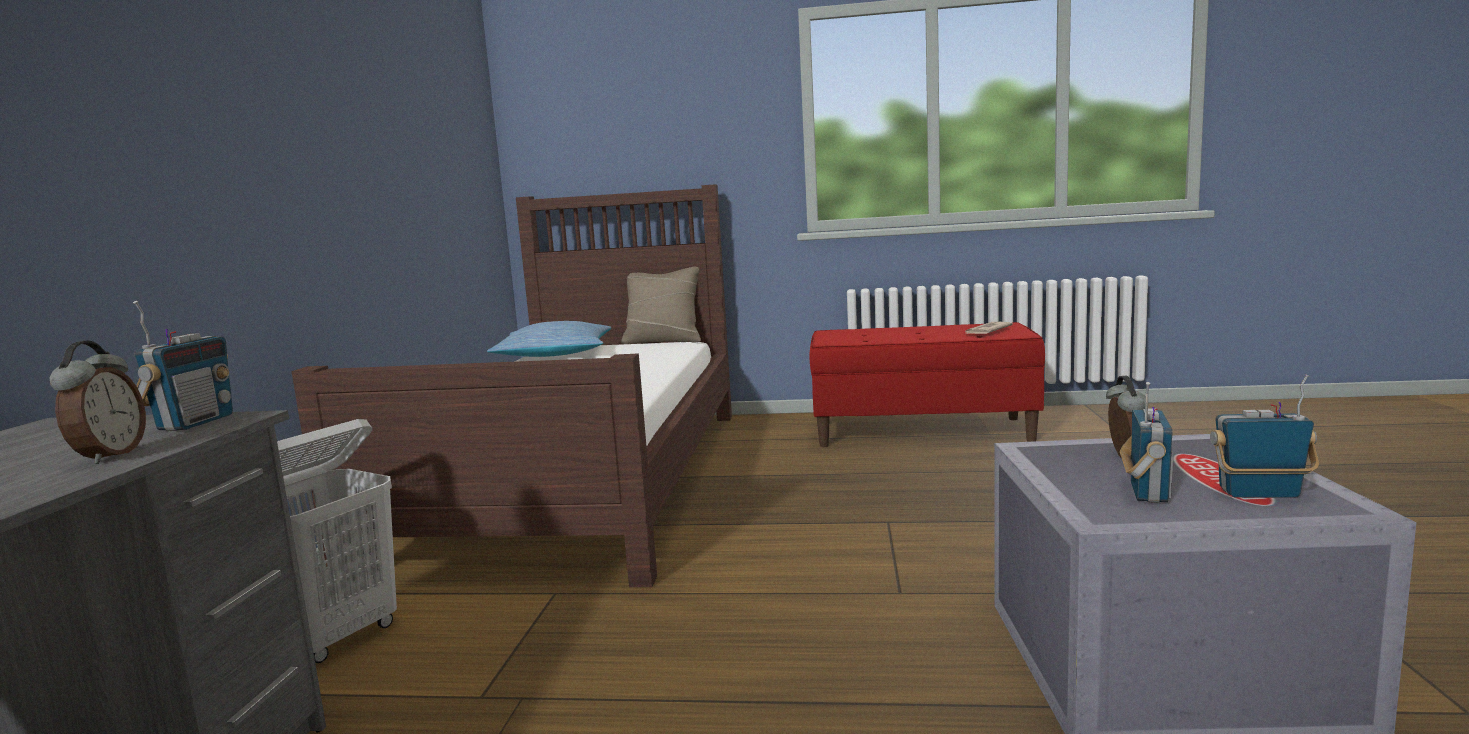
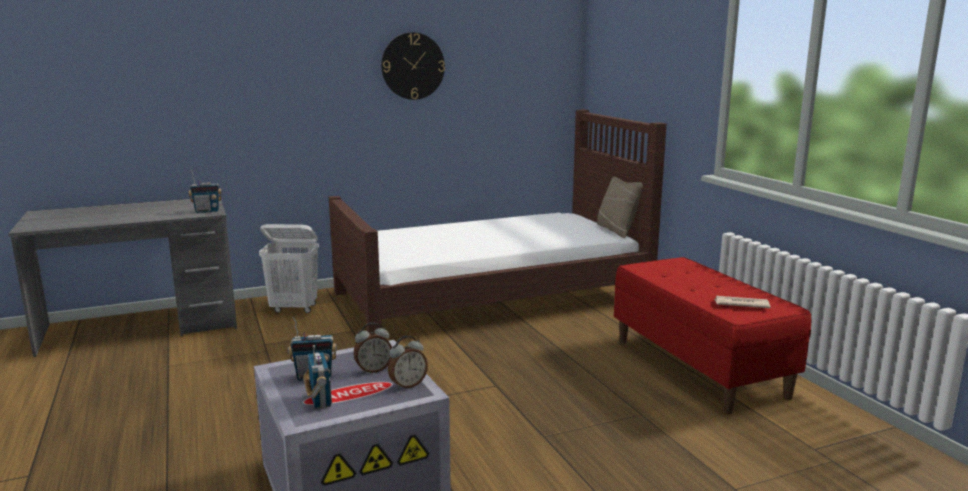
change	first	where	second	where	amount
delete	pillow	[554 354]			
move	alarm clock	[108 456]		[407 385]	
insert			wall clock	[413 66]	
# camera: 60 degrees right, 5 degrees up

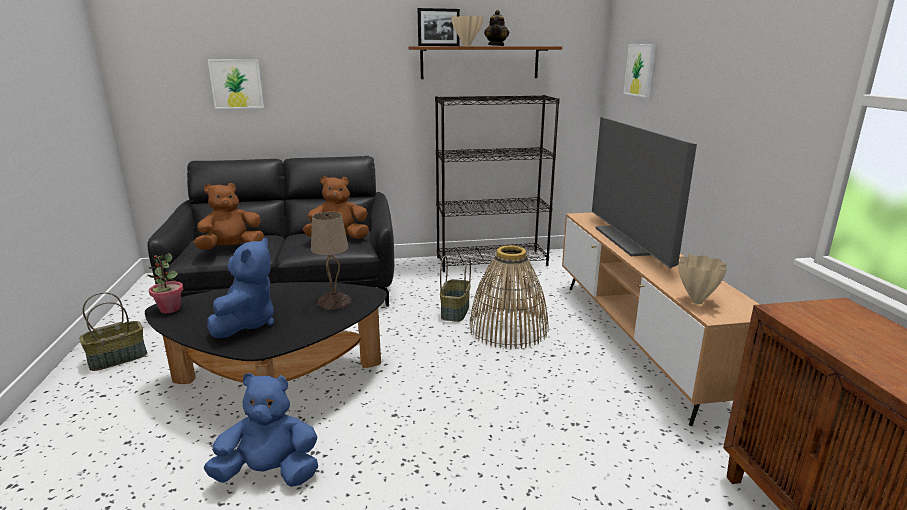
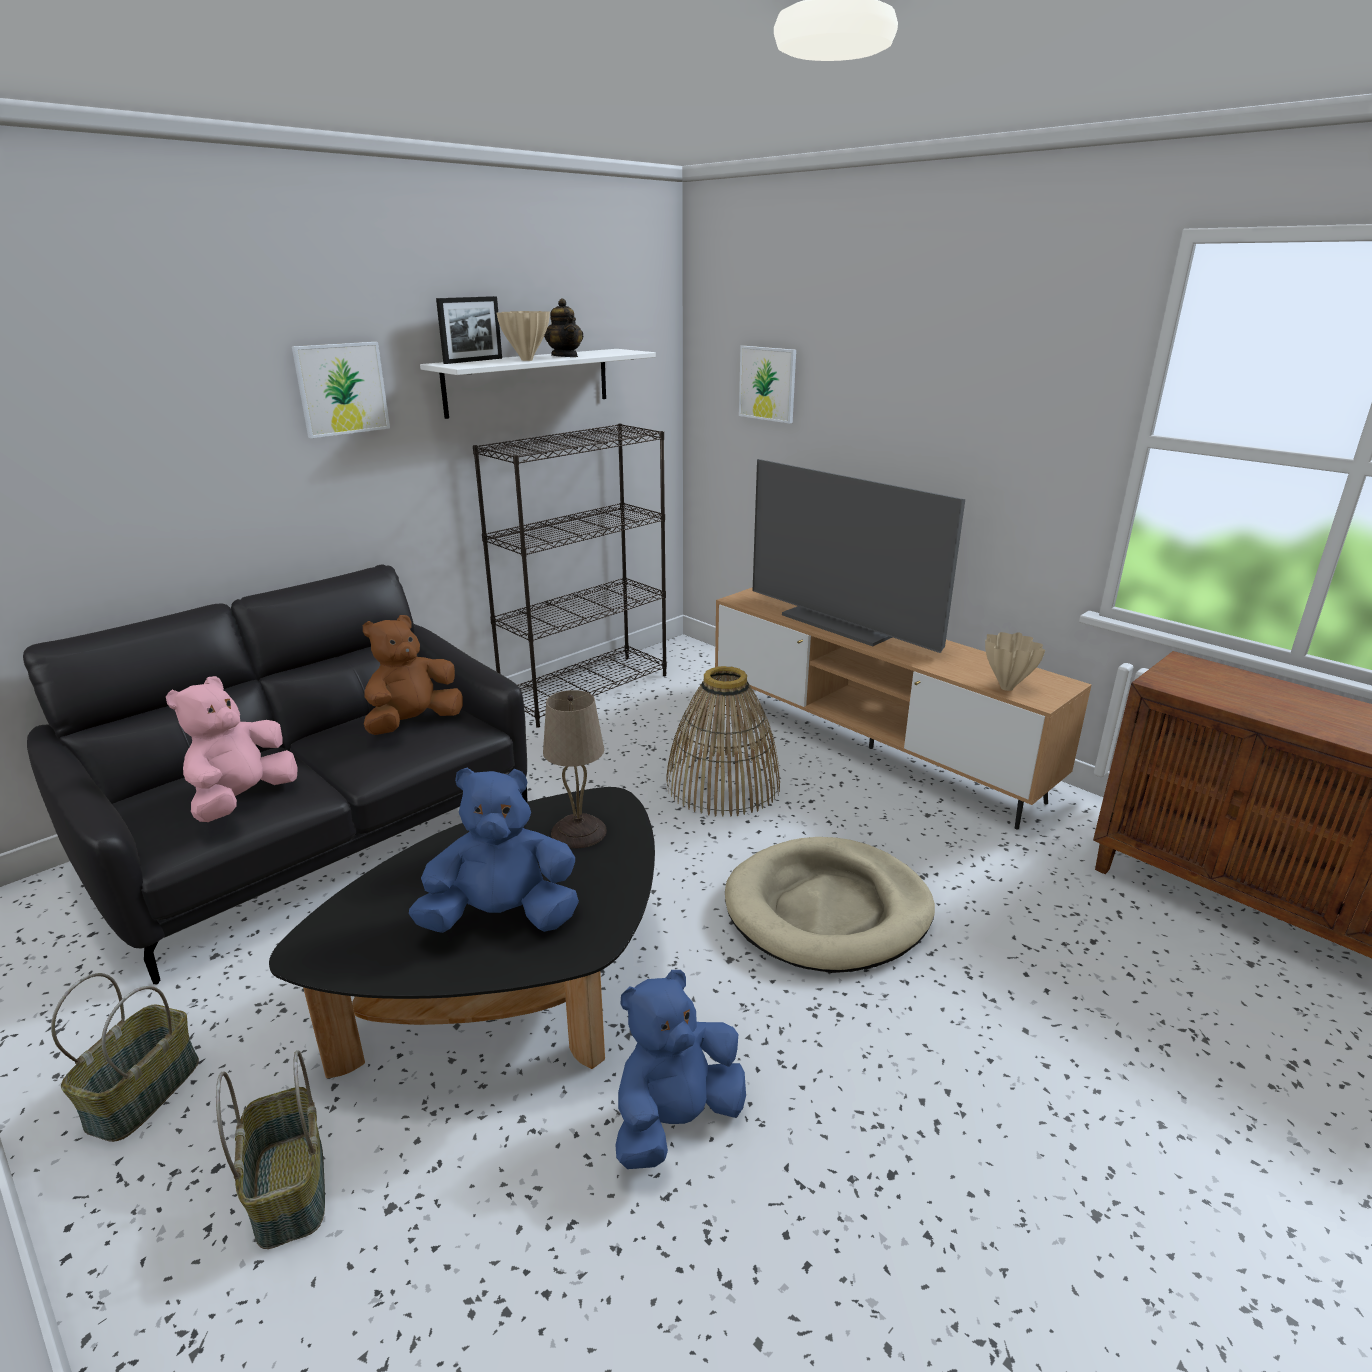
change	first	where	second	where	amount
recolor	shelf (brown)	[480 62]	shelf (white)	[528 382]	
move	picture	[236 84]		[342 389]	
recolor	plush toy (brown)	[231 248]	plush toy (pink)	[243 800]	
rotate	plush toy (blue)	[247 323]		[502 917]	75 degrees counterclockwise
delete	potted plant	[170 309]			
move	basket	[456 312]		[292 1189]	
insert			dog bed (beige)	[828 910]	
# camera: 35 degrees left, 5 degrees up

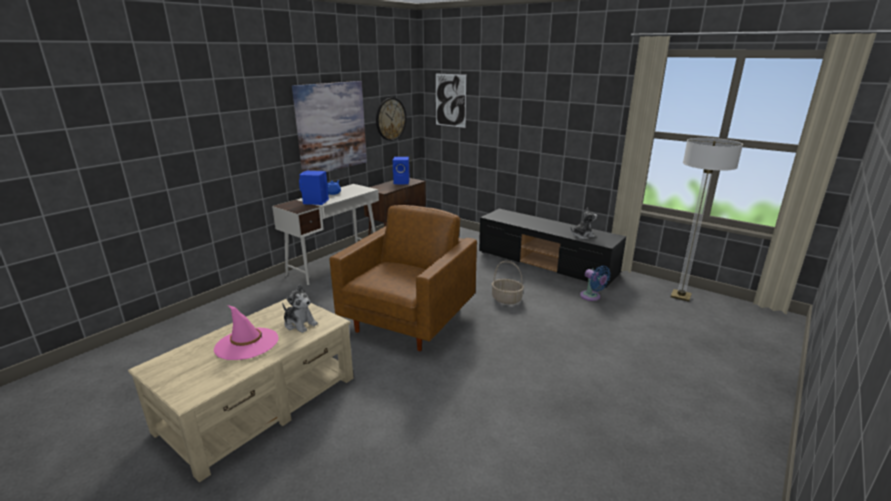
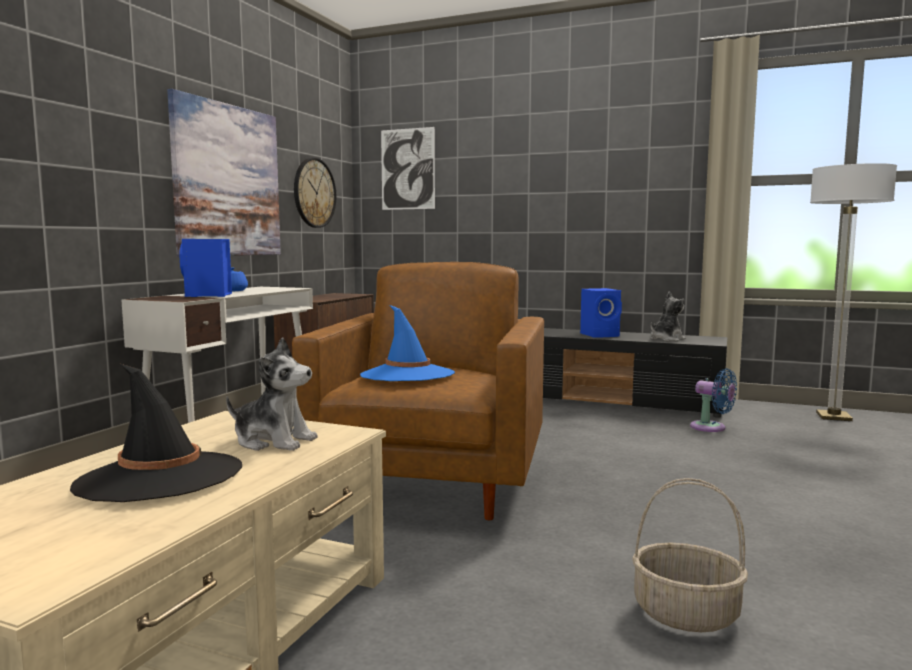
change	first	where	second	where	amount
move	speaker (blue)	[402 182]		[601 335]	
move	basket	[507 299]		[687 613]	
recolor	hat (pink)	[247 344]	hat (black)	[160 477]	
insert			hat (blue)	[407 375]	
# camera: 15 degrees left, 15 degrees down

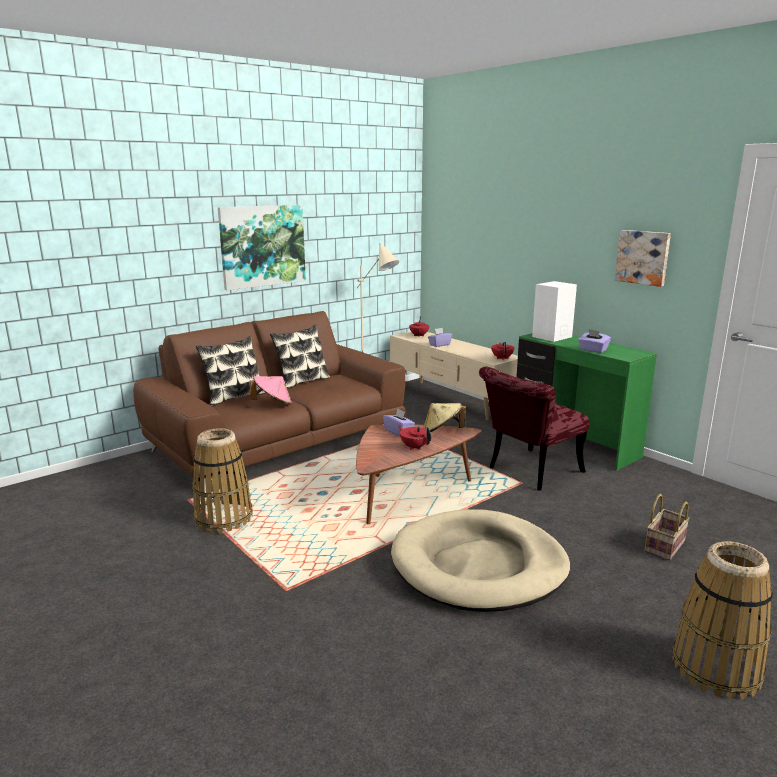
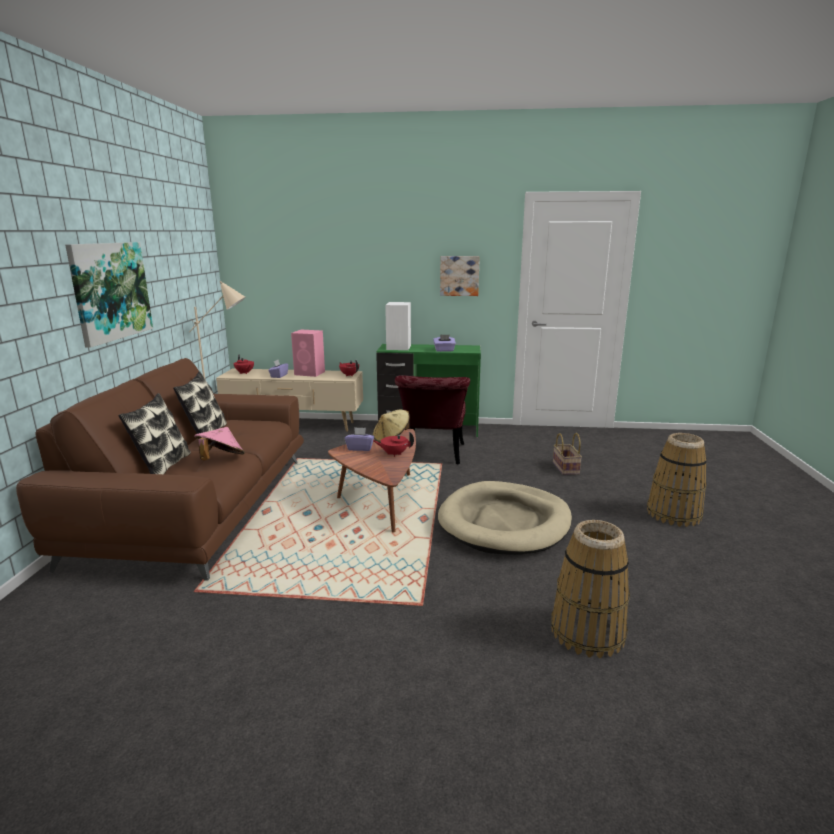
change	first	where	second	where	amount
move	basket	[224 518]		[587 631]	
insert			speaker (pink)	[310 373]	
# camera: 45 degrees left, 0 degrees up

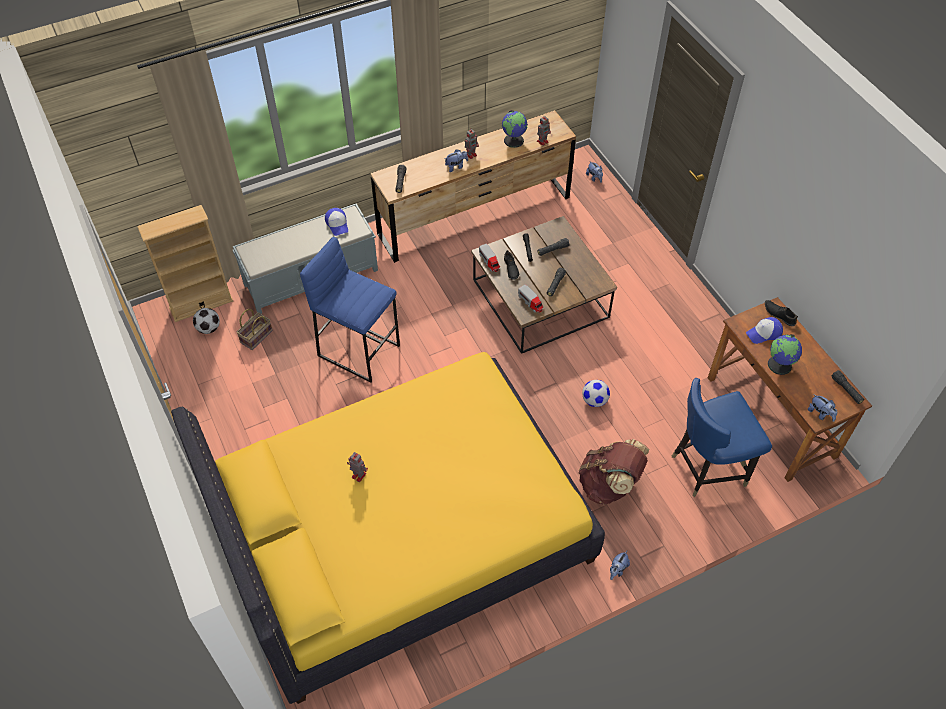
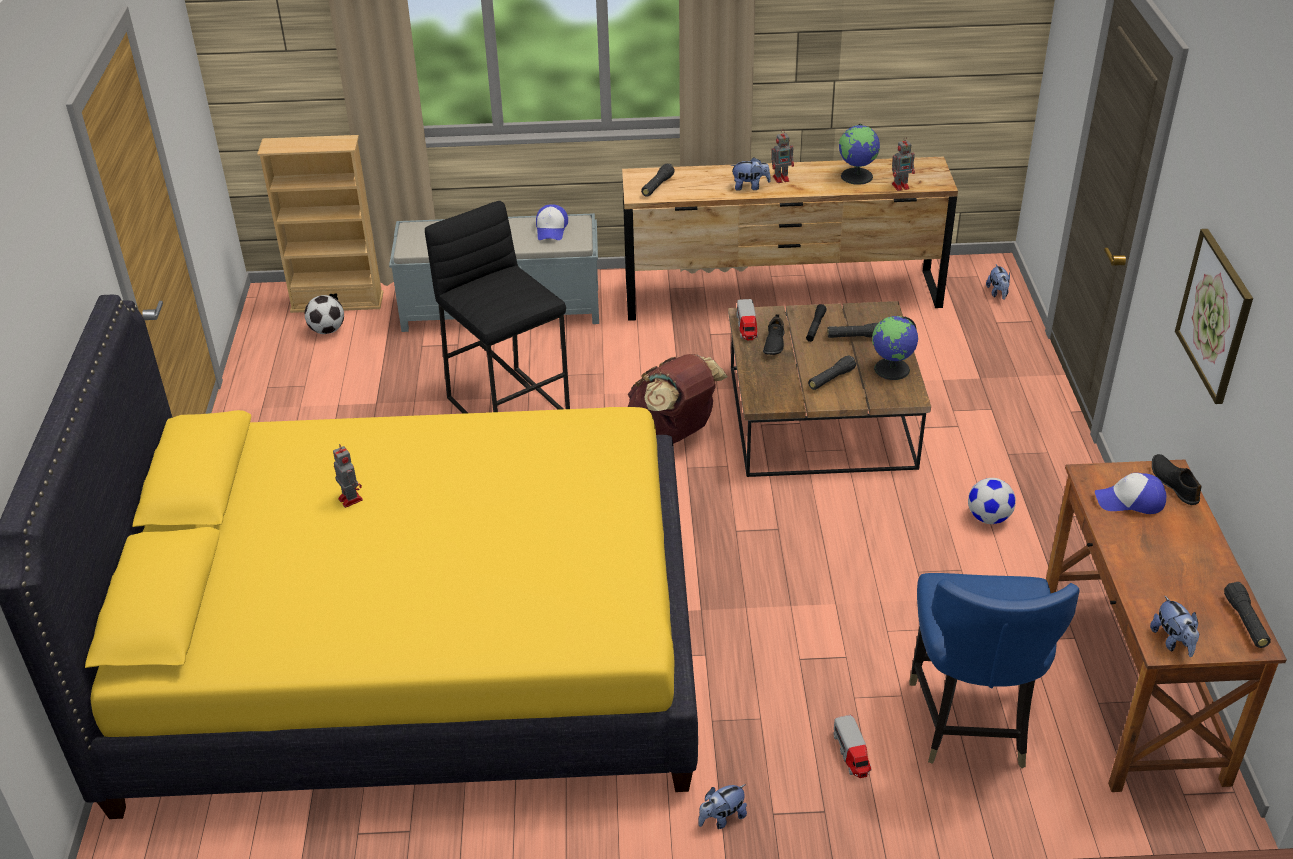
change	first	where	second	where	amount
recolor	stool (blue)	[359 350]	stool (black)	[509 407]	
move	toy truck	[531 302]		[852 754]	
delete	basket	[256 337]			
move	globe	[780 365]		[892 369]	
rotate	chair (blue)	[707 467]		[970 722]	90 degrees counterclockwise
move	football	[594 400]		[988 518]	
move	backpack (brown)	[609 485]		[672 434]	
insert			picture	[1215 315]	
# camera: 25 degrees right, 15 degrees down

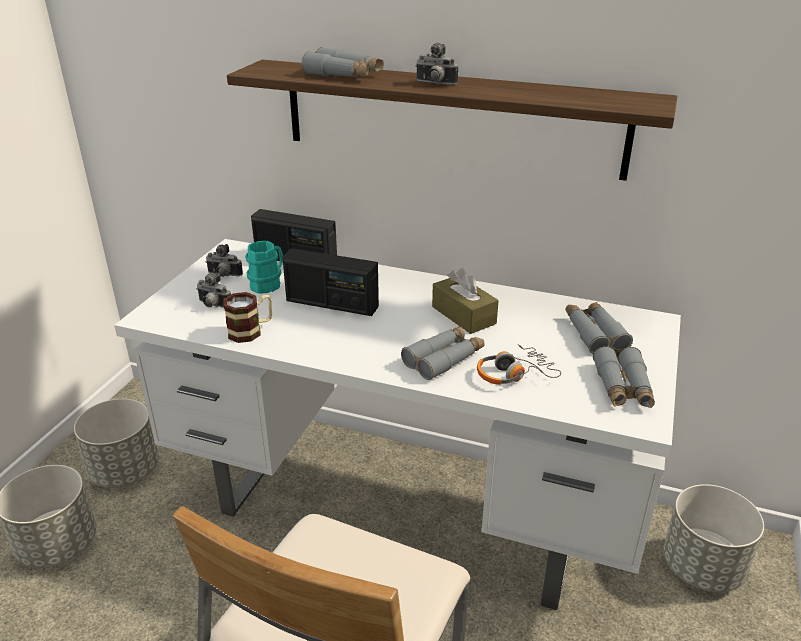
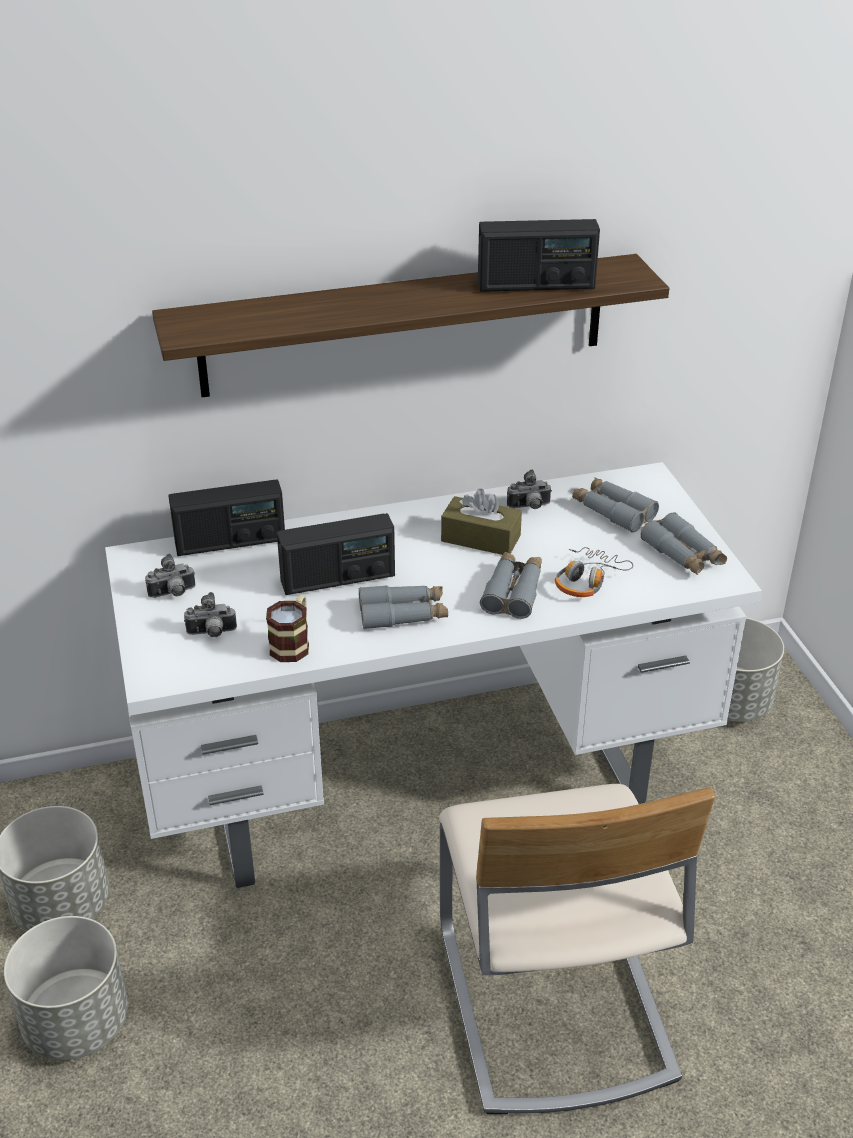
change	first	where	second	where	amount
move	photo camera	[435 84]		[529 507]	
move	binoculars (grey)	[344 75]		[403 614]	
delete	mug (turquoise)	[268 283]			
insert			radio	[536 285]	
# camera: 35 degrees left, 5 degrees up

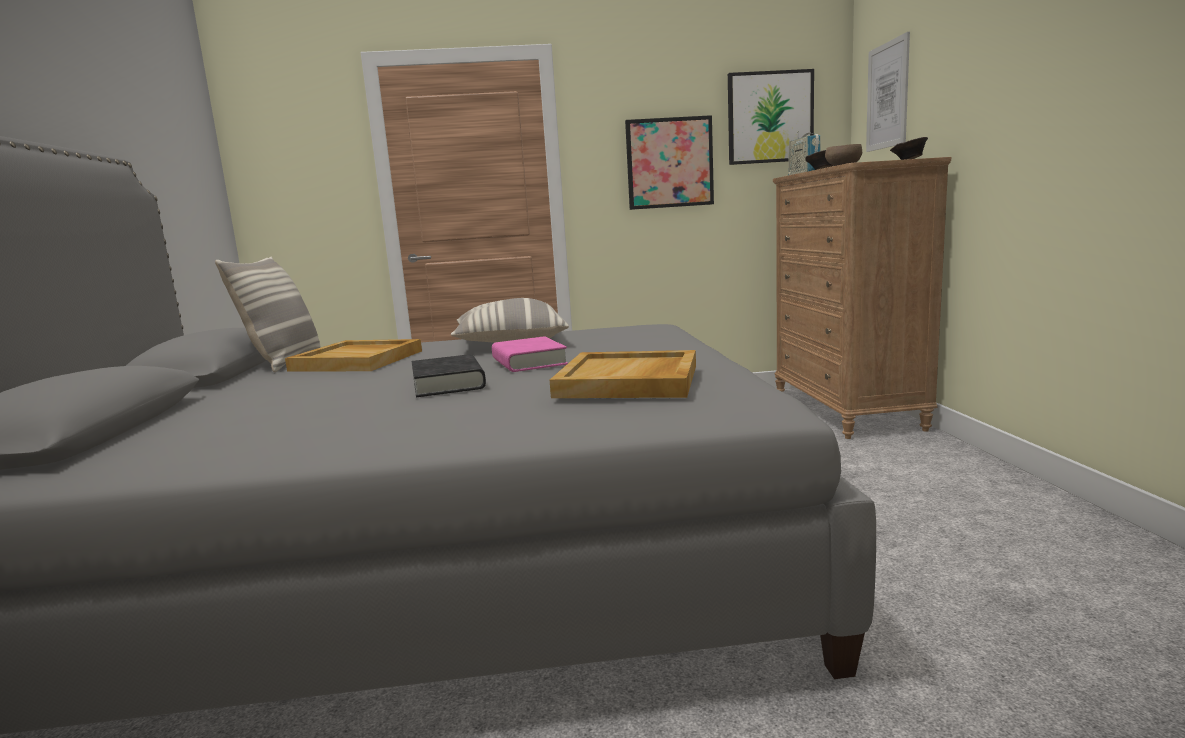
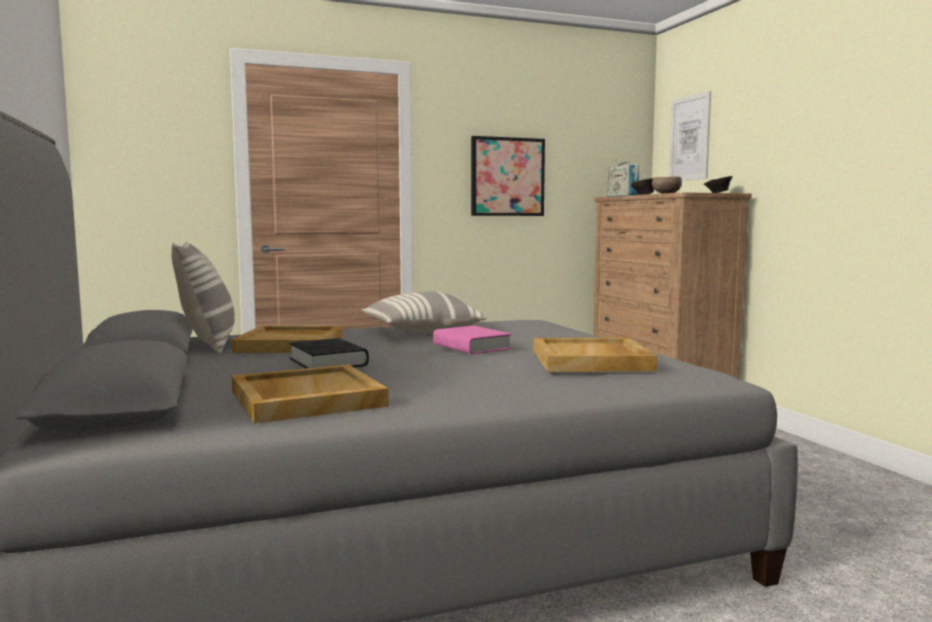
change	first	where	second	where	amount
delete	picture	[770 117]			
move	book (black)	[448 383]		[328 362]	
insert			tray (beige)	[305 399]	
# camera: 15 degrees left, 5 degrees down

